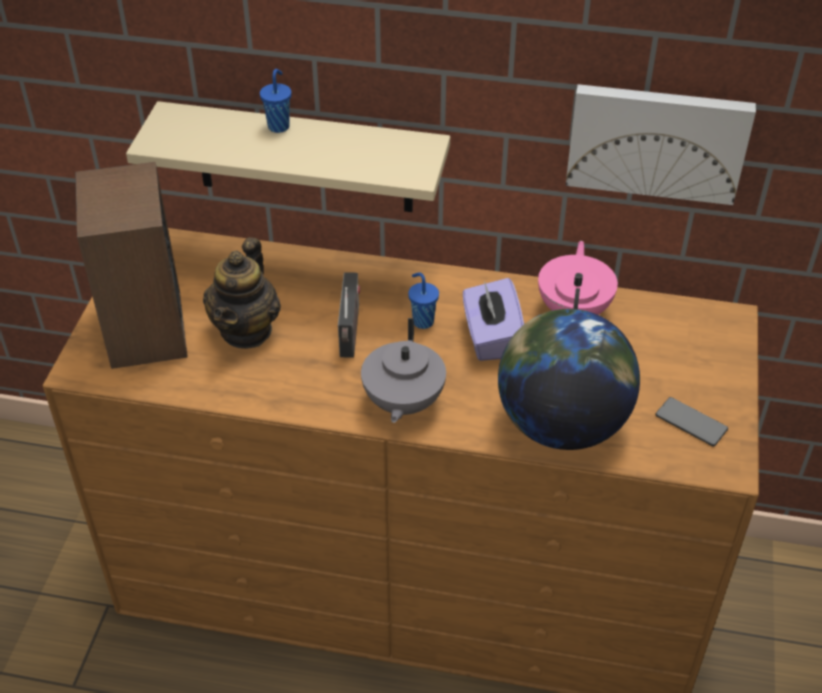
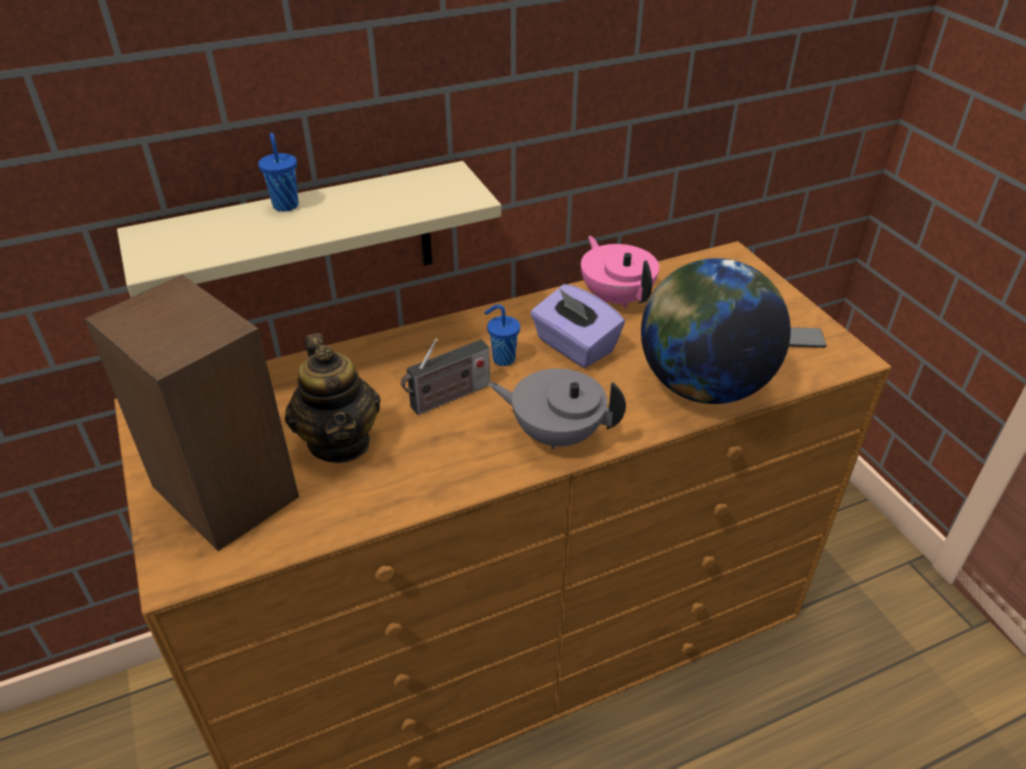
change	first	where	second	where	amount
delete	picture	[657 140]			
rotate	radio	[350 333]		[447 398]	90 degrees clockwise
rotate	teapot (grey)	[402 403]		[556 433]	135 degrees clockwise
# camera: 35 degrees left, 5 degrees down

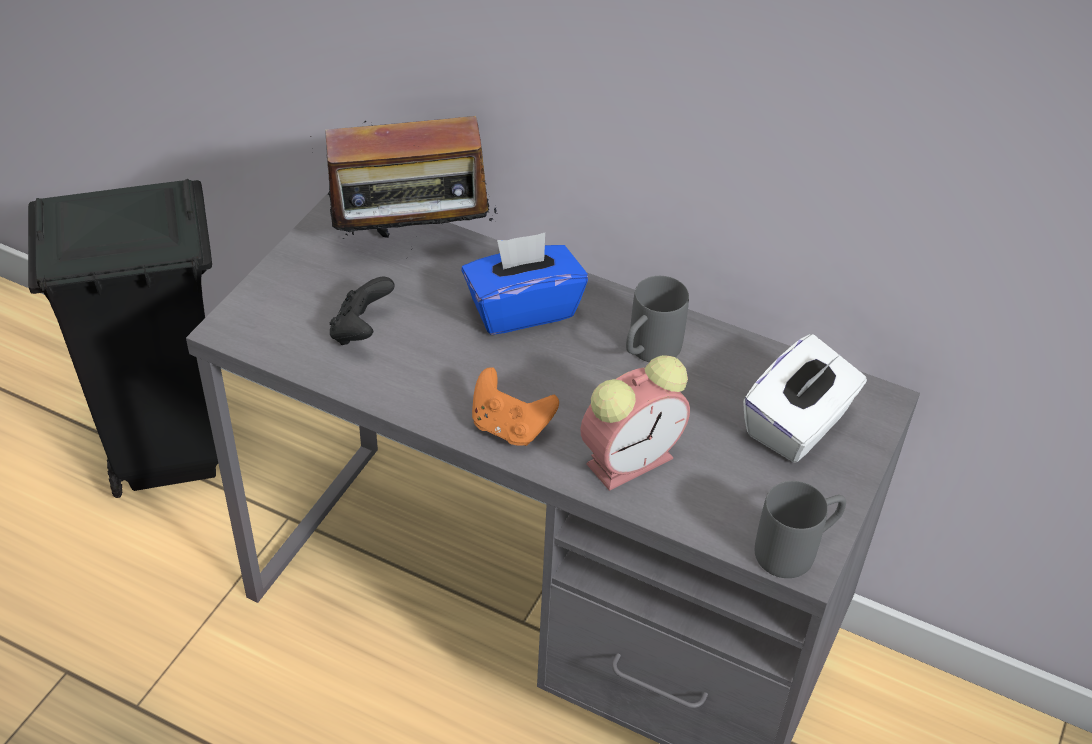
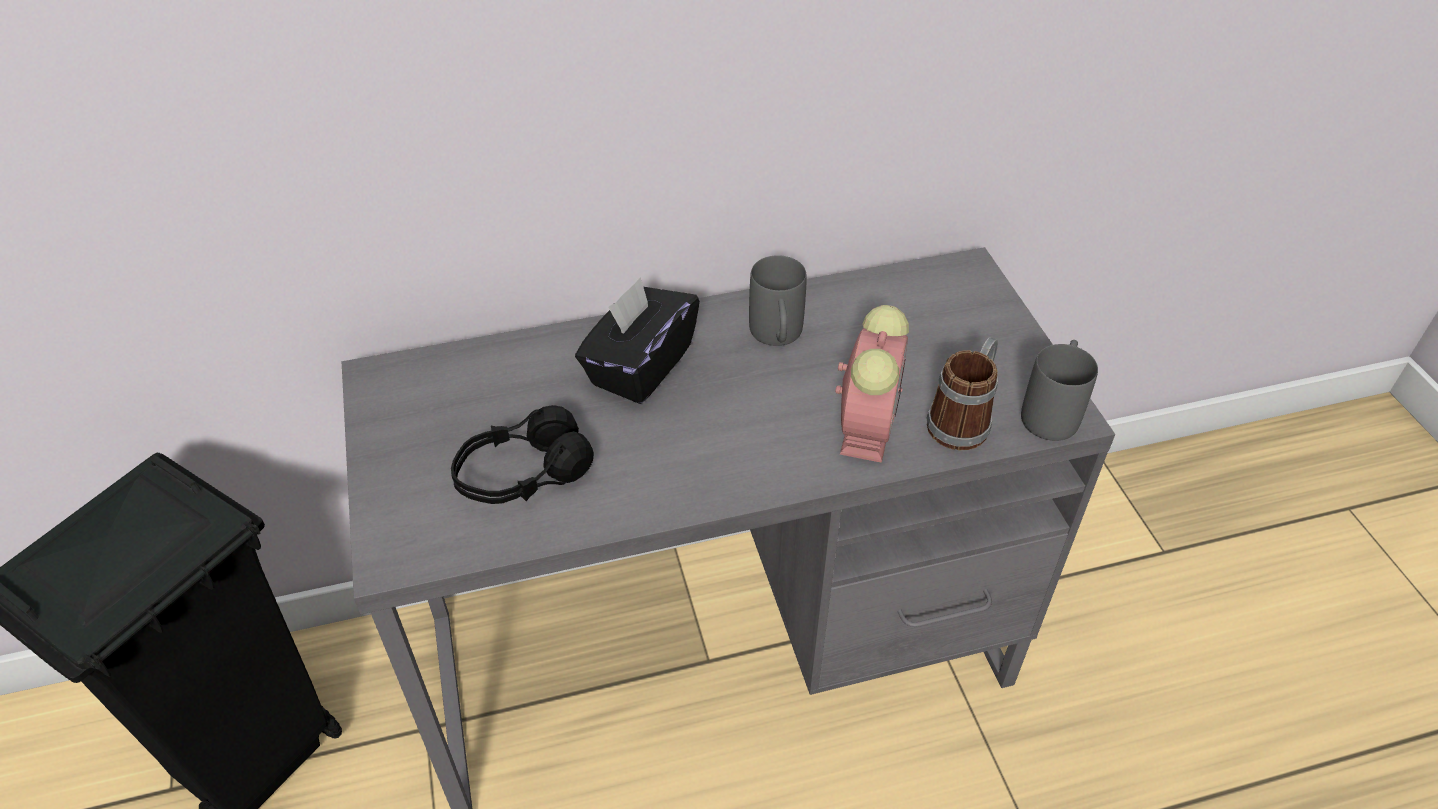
change	first	where	second	where	amount
delete	radio	[411 242]			
recolor	tissue box (blue)	[522 309]	tissue box (black)	[640 366]	
replace	game controller (black)	[361 331]	headphones (black)	[523 475]	
delete	tissue box (white)	[798 425]			
delete	game controller (orange)	[510 427]			
insert			mug	[963 419]	
# camera: 40 degrees left, 0 degrees up

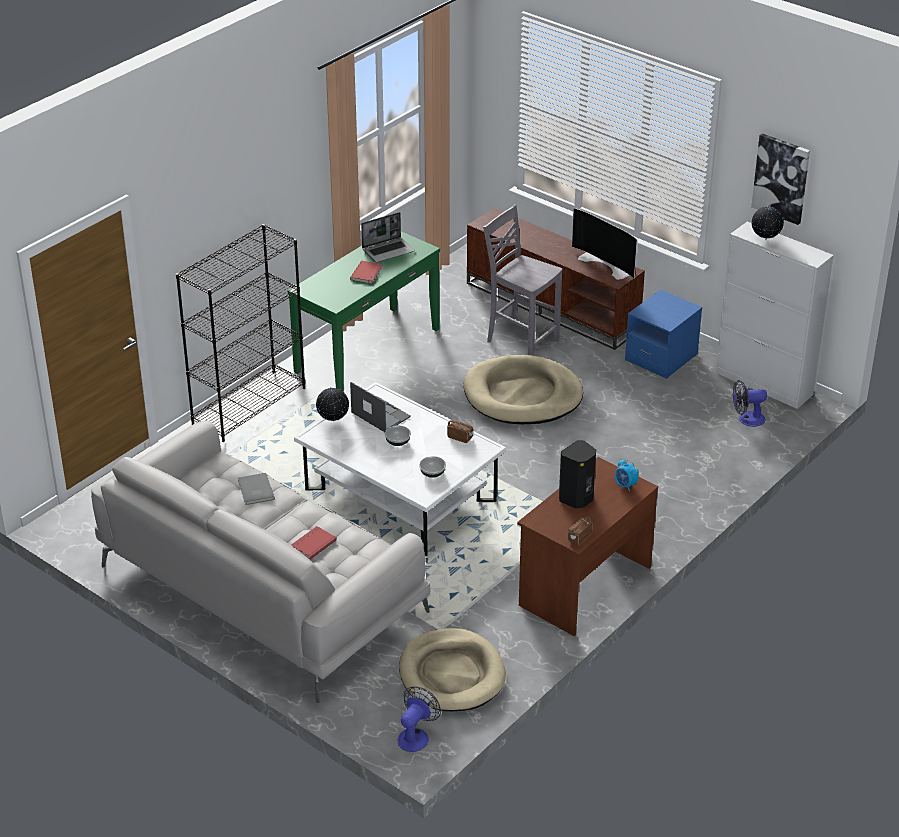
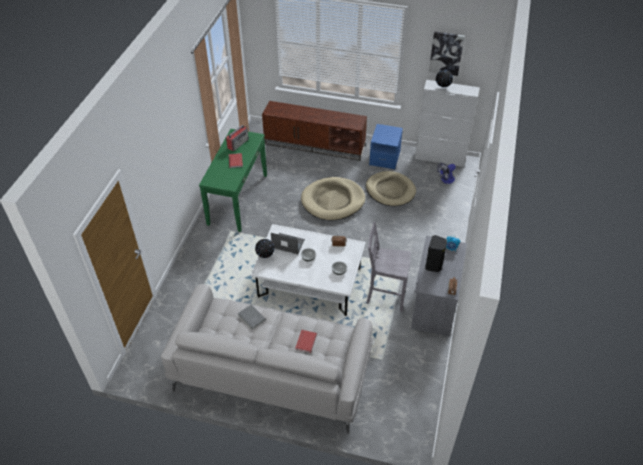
change	first	where	second	where	amount
move	chair (grey)	[521 341]		[385 295]	
delete	television	[606 264]			
replace	laptop	[388 250]	radio	[238 143]	
delete	bookcase (black)	[249 405]			
recolor	desk (brown)	[583 585]	desk (grey)	[434 303]	
move	dog bed (beige)	[451 674]		[390 190]	
delete	fan	[416 736]			
# camera: 25 degrees left, 10 degrees up

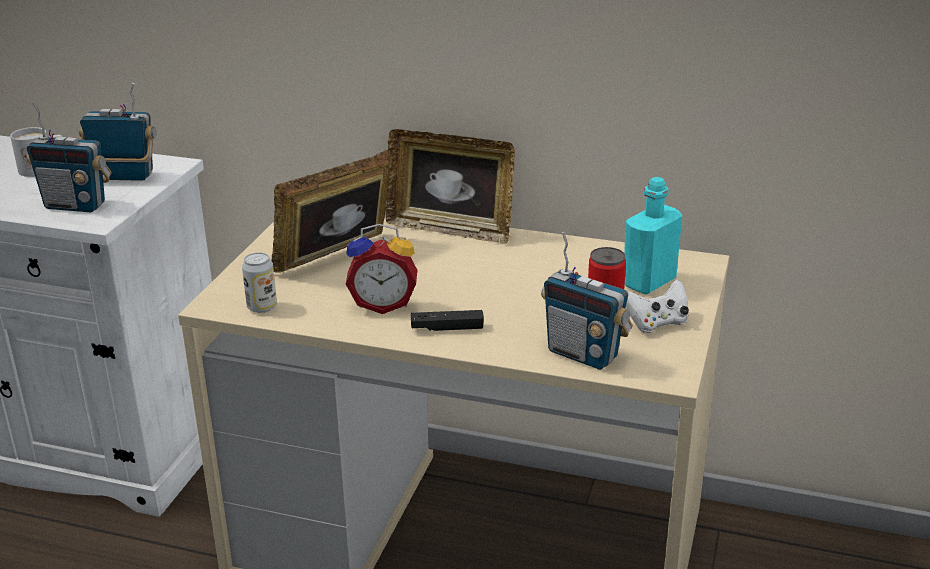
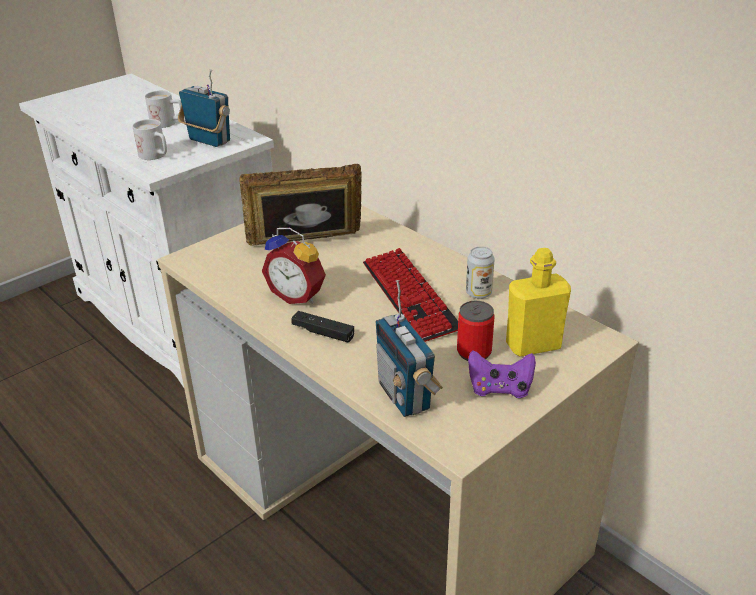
change	first	where	second	where	amount
replace	radio	[75 205]	mug (white)	[156 156]	
delete	picture frame	[450 229]			
recolor	bottle (turquoise)	[649 282]	bottle (yellow)	[533 345]	
move	can	[262 307]		[478 293]	
recolor	game controller (white)	[657 323]	game controller (purple)	[500 389]	
insert			keyboard	[409 296]	
# camera: 30 degrees right, 5 degrees up

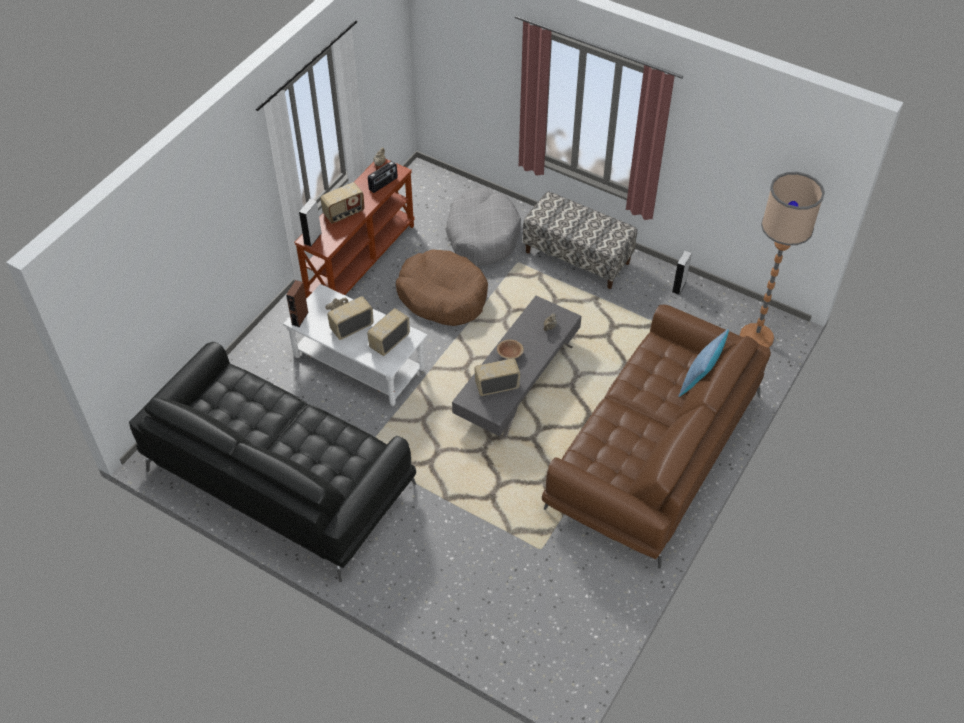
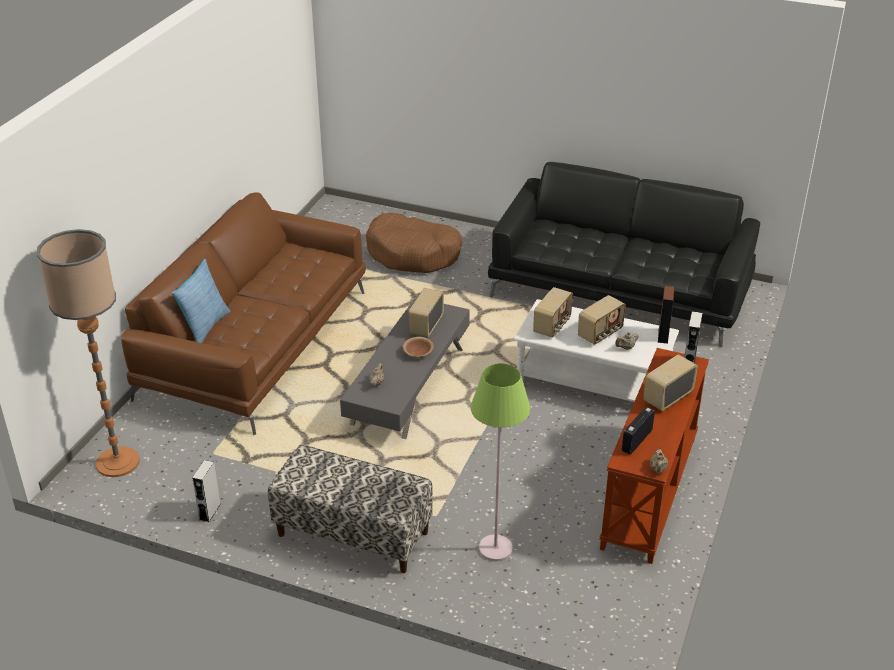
change	first	where	second	where	amount
replace	dog bed (grey)	[482 235]	floor lamp (green)	[495 548]	
move	dog bed (brown)	[442 296]		[413 254]	
rotate	radio	[497 386]		[426 325]	135 degrees clockwise
# camera: 170 degrees right, 15 degrees down

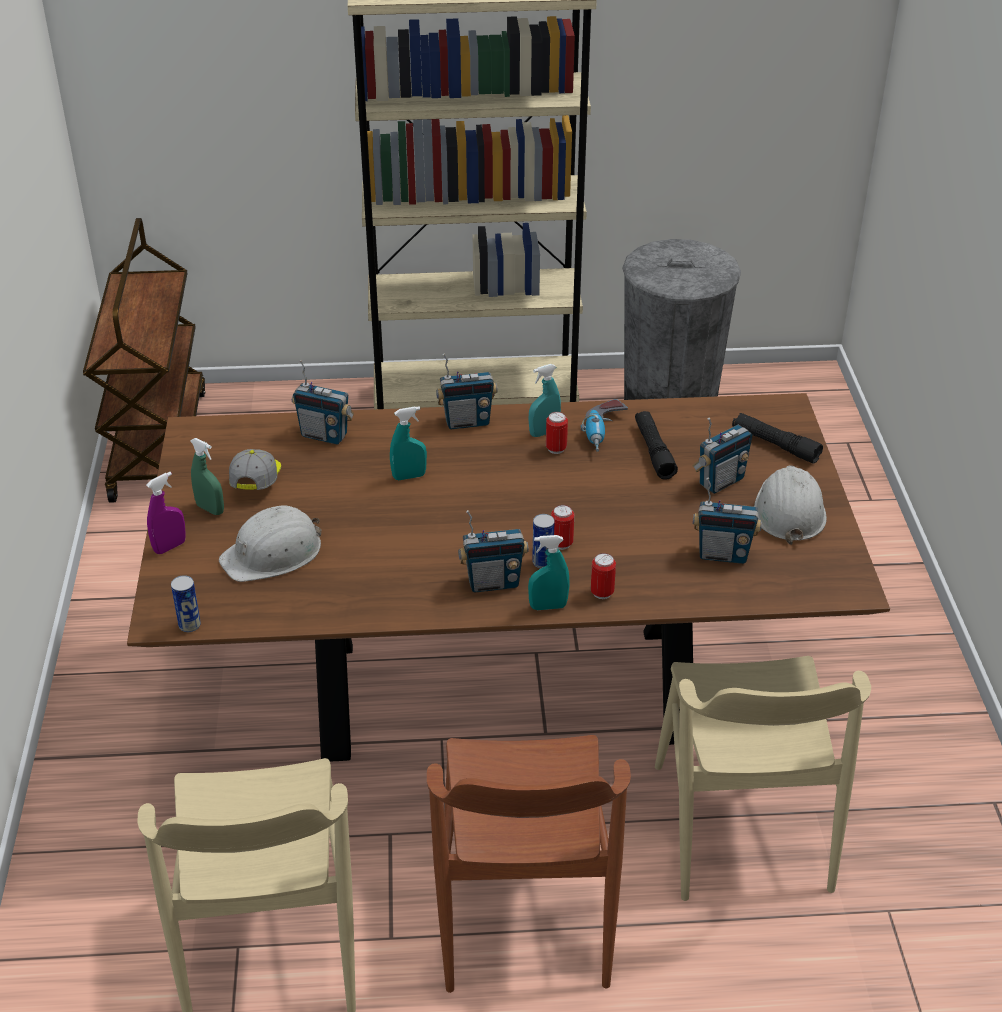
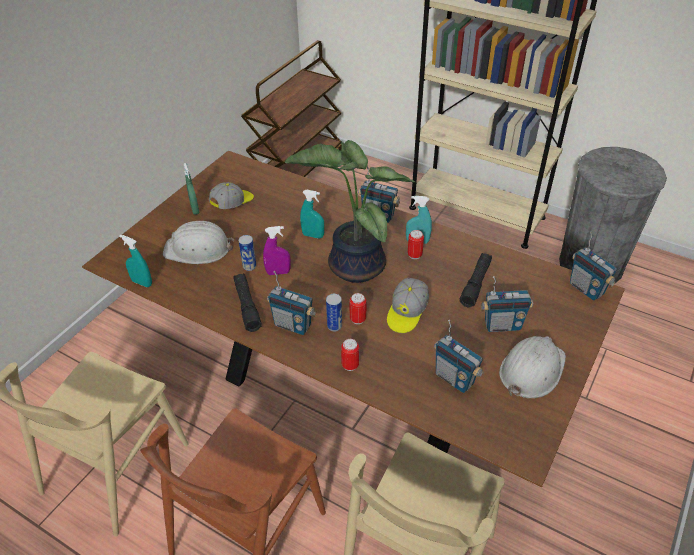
change	first	where	second	where	amount
move	radio	[324 435]		[586 289]	
delete	power drill	[604 433]			
move	flashlight (black)	[775 445]		[247 306]	
move	spray bottle (purple)	[170 547]		[278 272]	
move	spray bottle (turquoise)	[548 606]		[142 283]	
move	can	[189 625]		[249 266]	
insert			potted plant	[353 265]	
insert			cap	[407 312]	
# camera: 35 degrees right, 5 degrees up

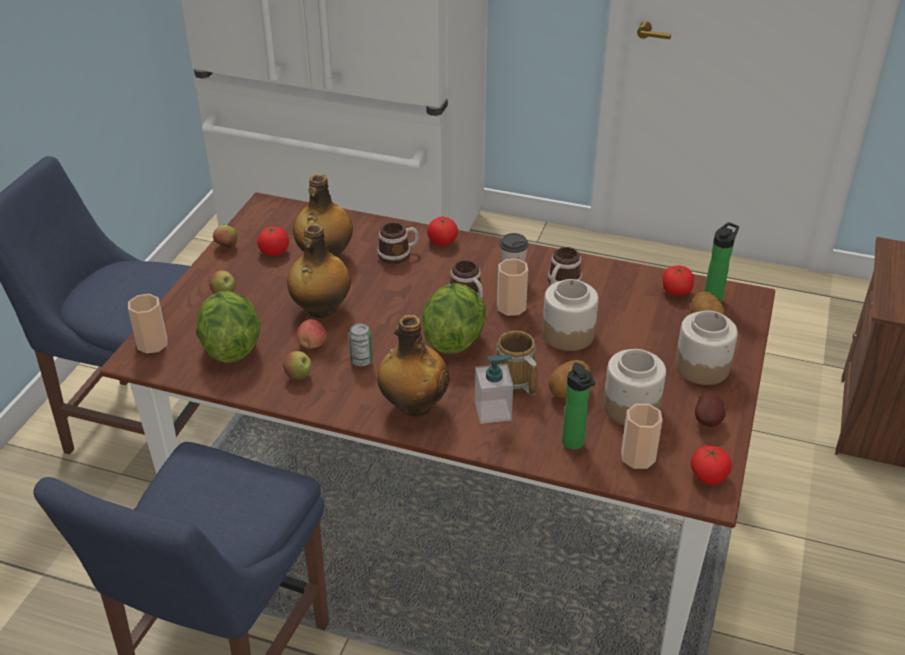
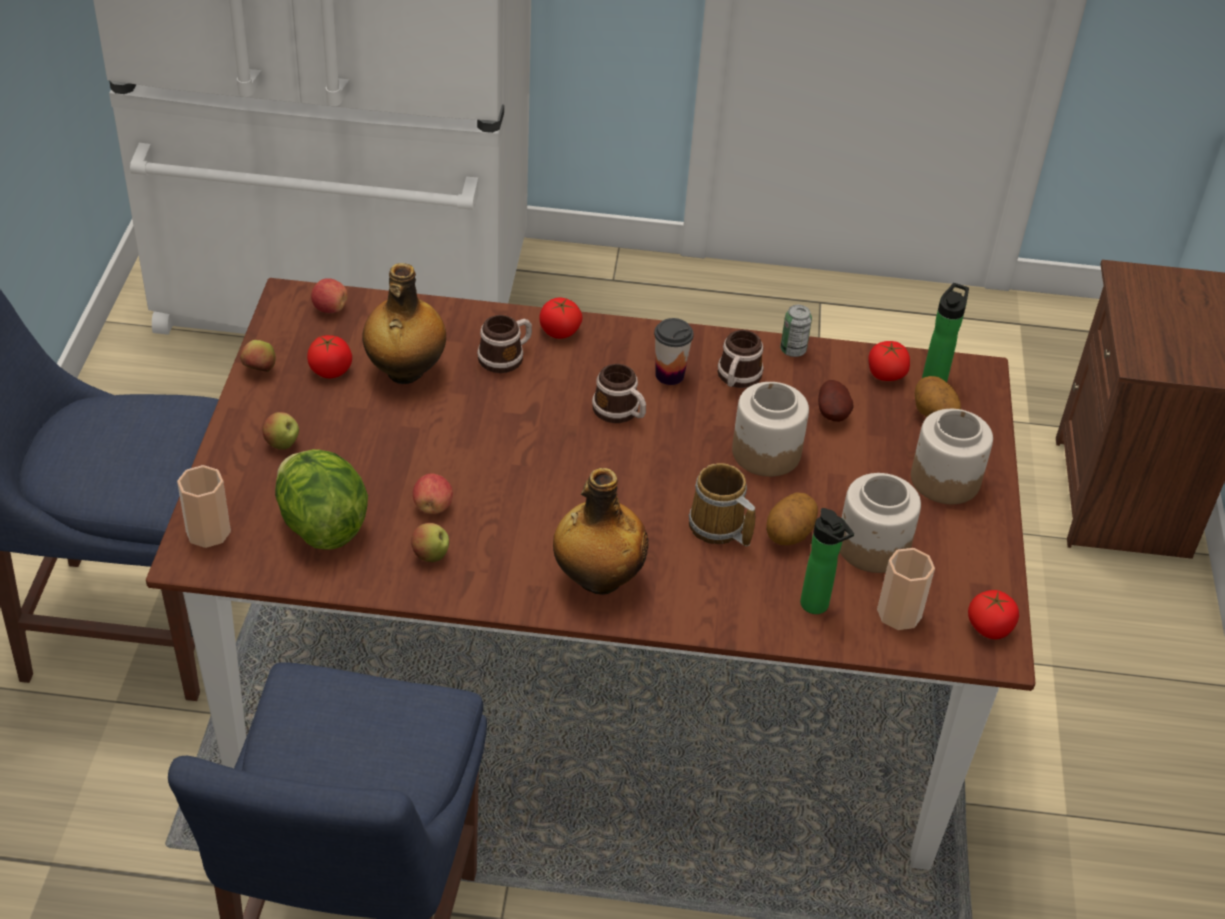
change	first	where	second	where	amount
delete	bottle	[321 310]			
delete	cup	[511 307]			
delete	lettuce	[453 339]			
move	can	[361 361]		[793 350]	
delete	soap dispenser	[493 411]			
move	potato	[708 421]		[833 415]	
insert			apple	[330 308]	
# camera: 15 degrees left, 5 degrees up

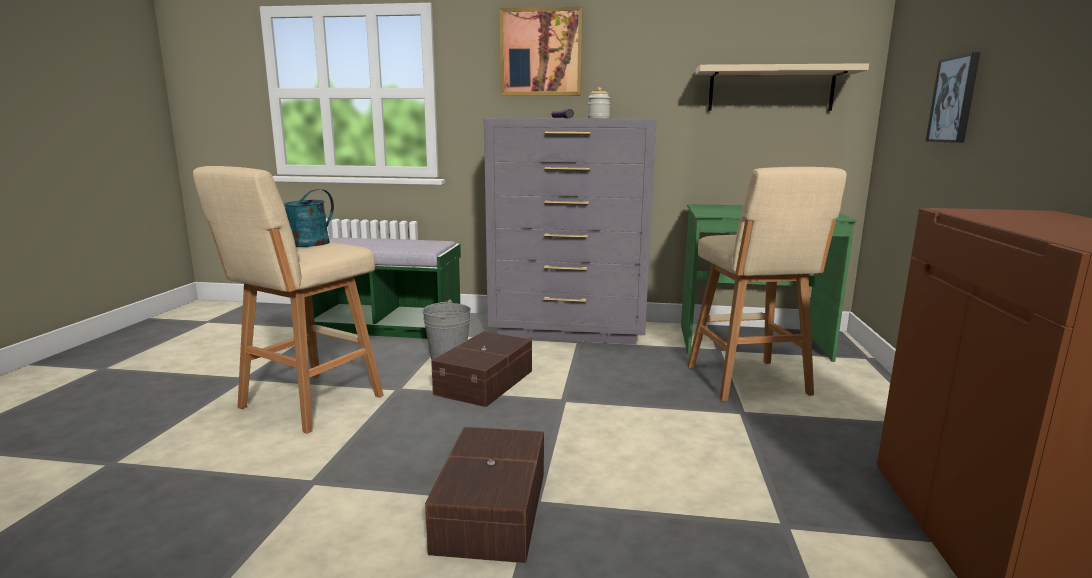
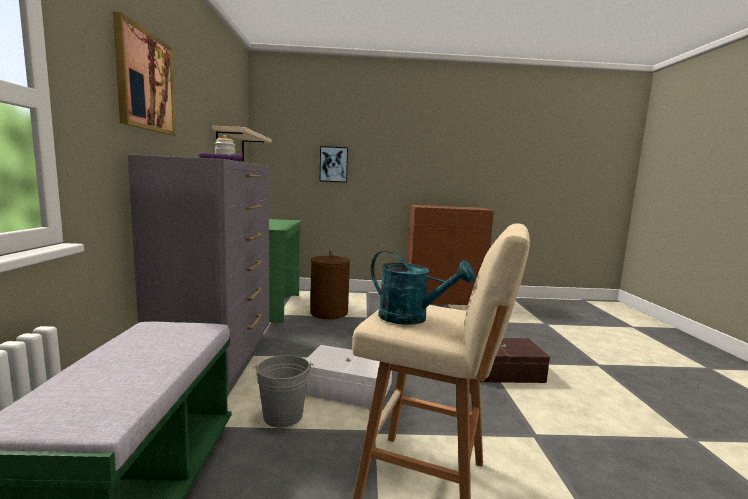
change	first	where	second	where	amount
replace	stool (beige)	[749 382]	laundry basket (brown)	[329 313]	
recolor	storage box (brown)	[486 382]	storage box (white)	[346 387]	
# camera: 100 degrees left, 5 degrees down

